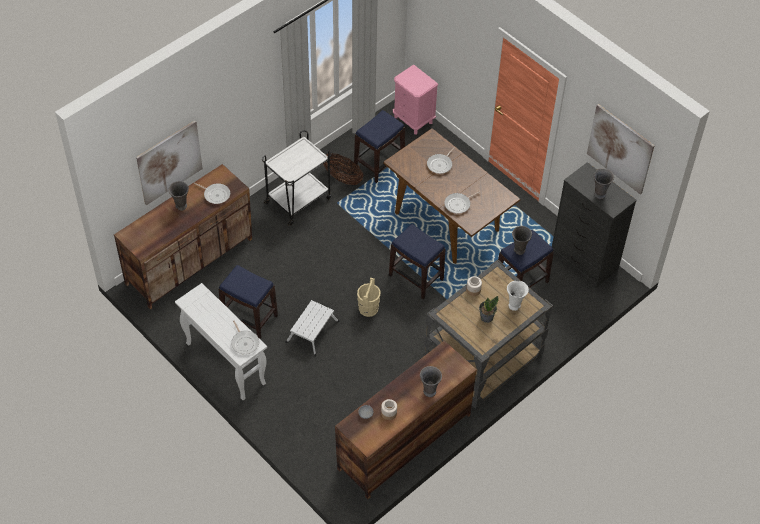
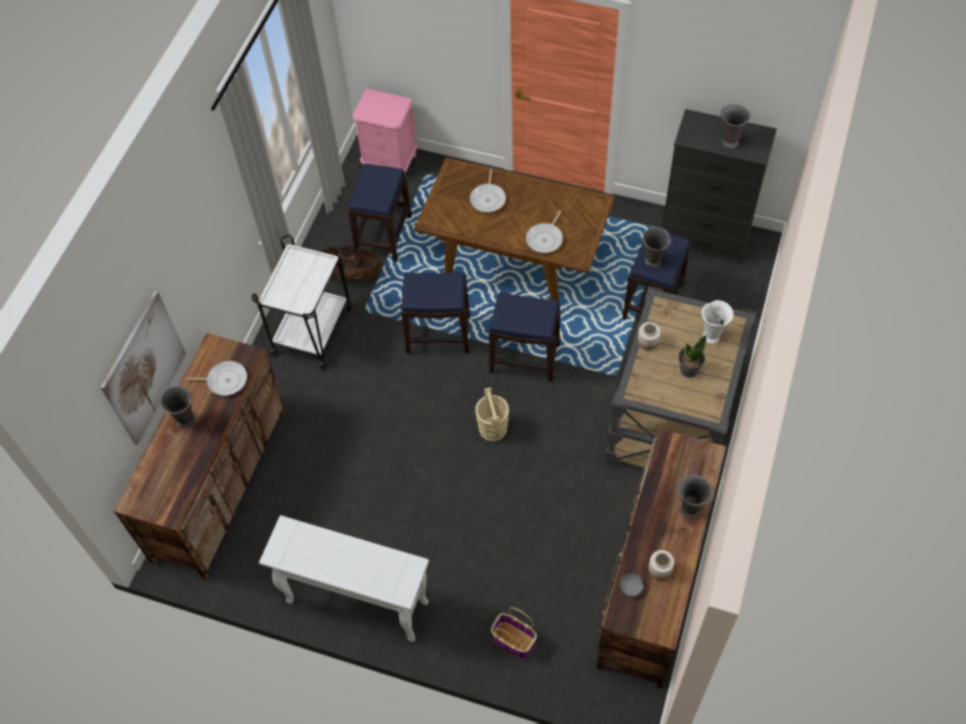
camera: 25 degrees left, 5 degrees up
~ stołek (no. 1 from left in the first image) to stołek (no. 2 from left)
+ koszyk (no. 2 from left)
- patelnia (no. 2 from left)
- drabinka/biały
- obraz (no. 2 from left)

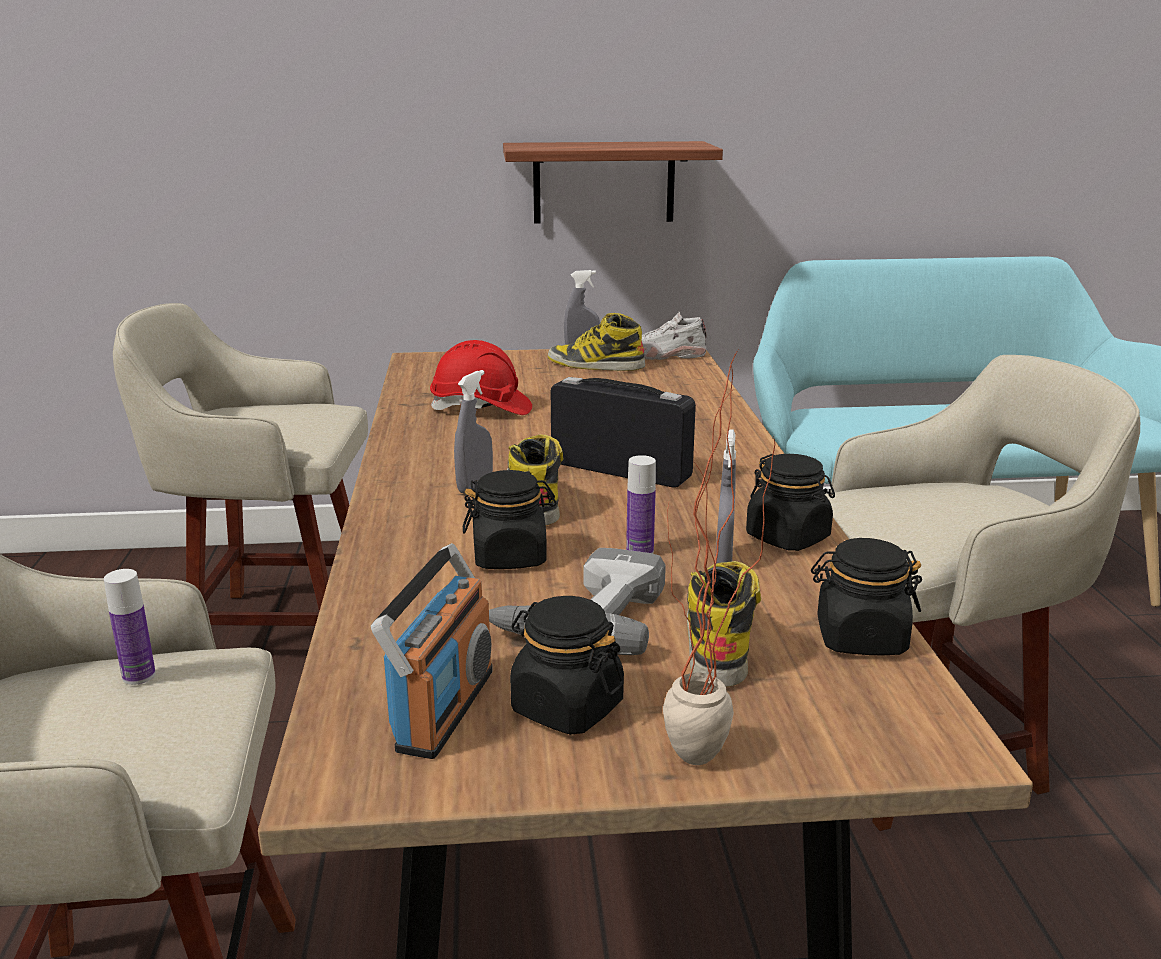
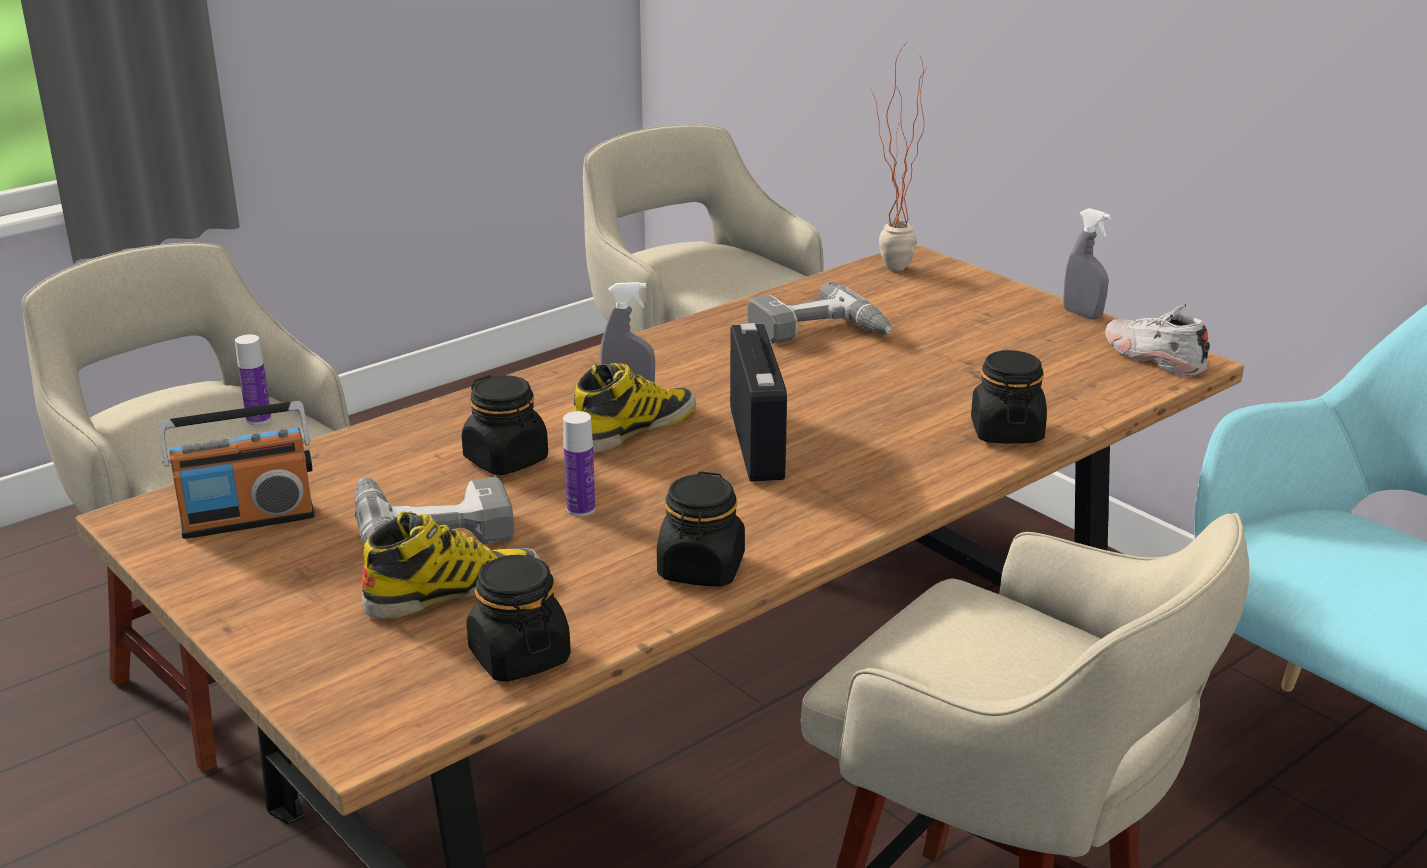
camera: 55 degrees right, 5 degrees up
~ kask/czerwony to wiertarka (no. 2 from left)
~ roślina doniczkowa
~ słoik/czarny (no. 2 from left in the first image) to słoik/czarny (no. 4 from left)
- półka
- but z cholewką (no. 2 from left)
- spryskiwacz/szary (no. 3 from left)

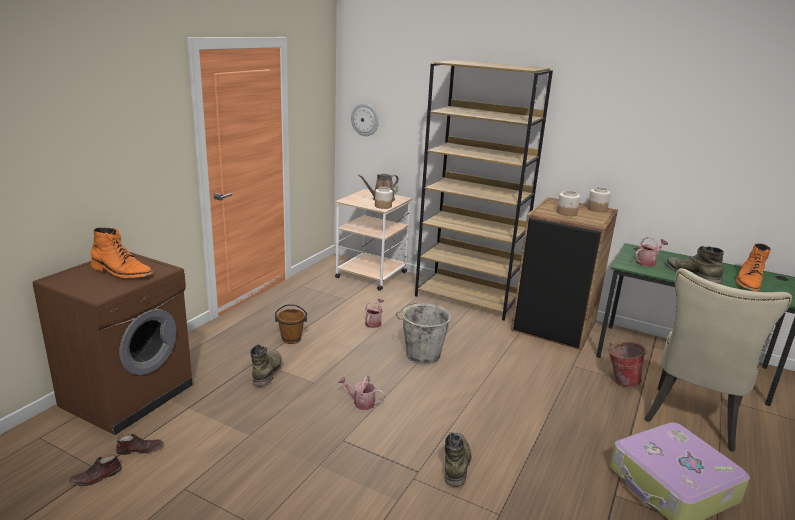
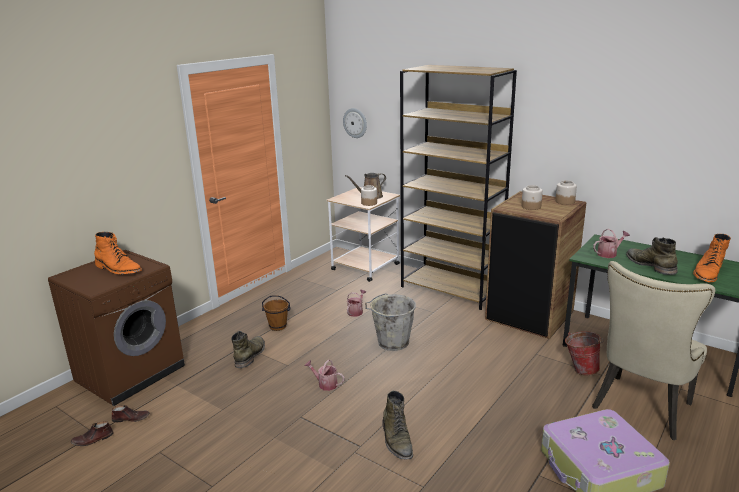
camera: 10 degrees right, 0 degrees up
~ but z cholewką/zielony (no. 2 from left) 150 degrees clockwise

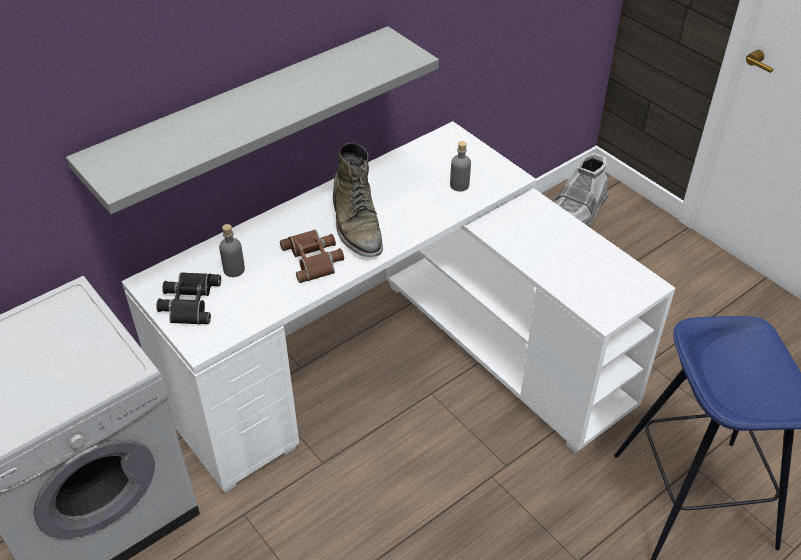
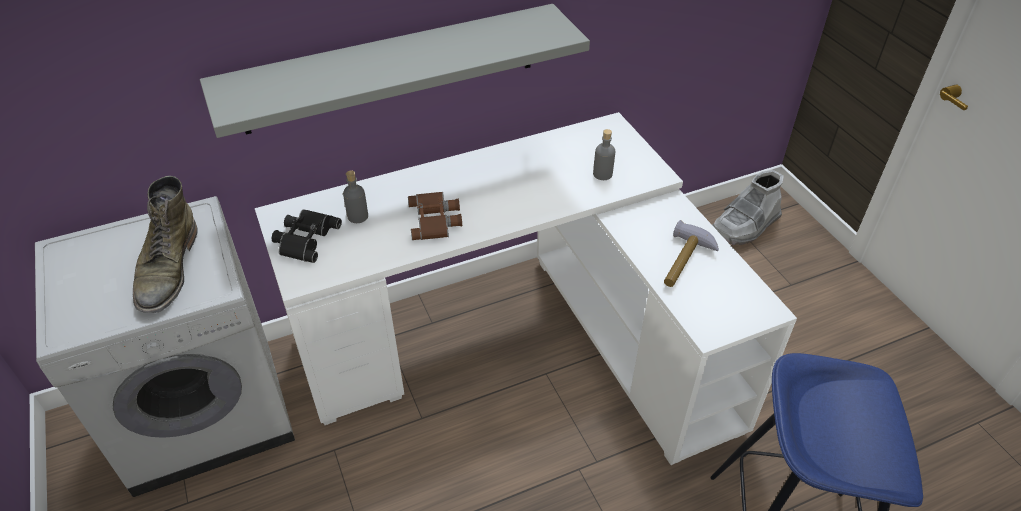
camera: 15 degrees right, 0 degrees up
~ but z cholewką/zielony
+ młotek

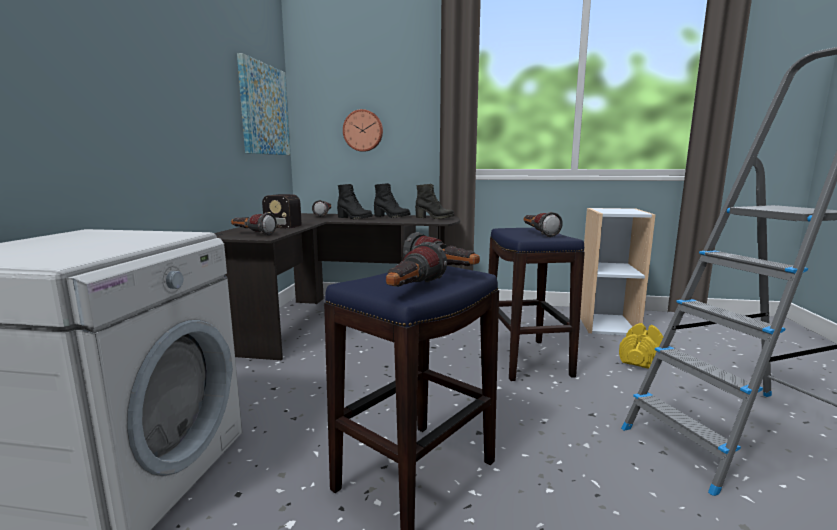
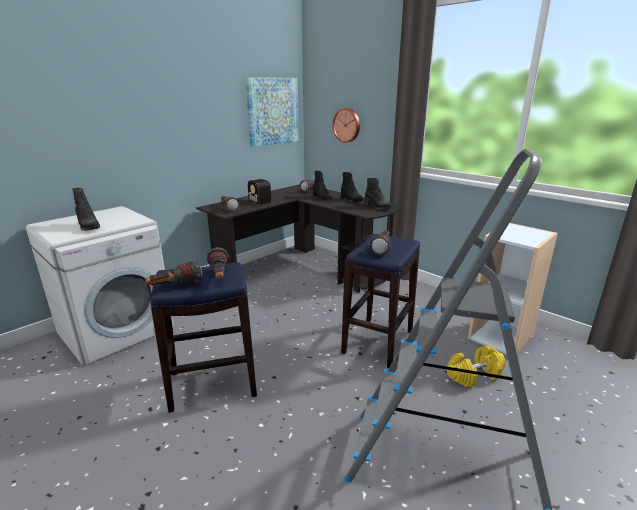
camera: 35 degrees right, 10 degrees up
+ but z cholewką/czarny (no. 1 from left)

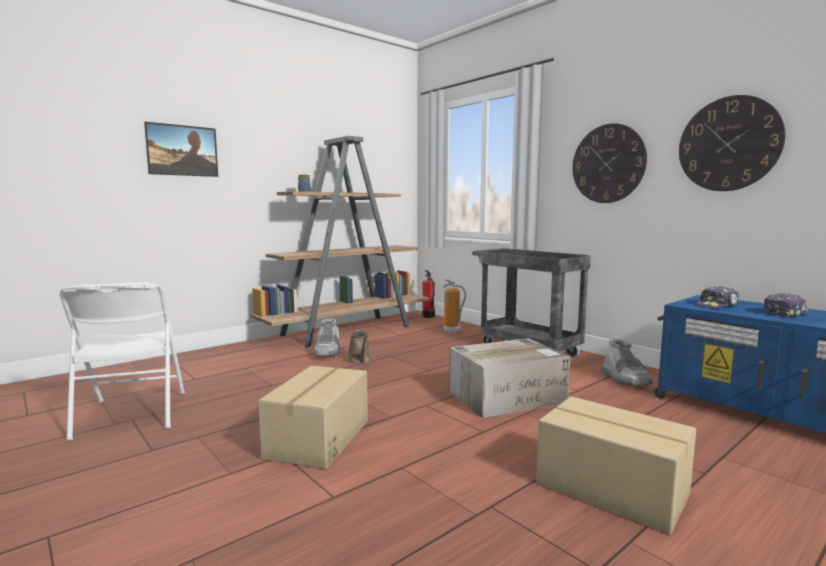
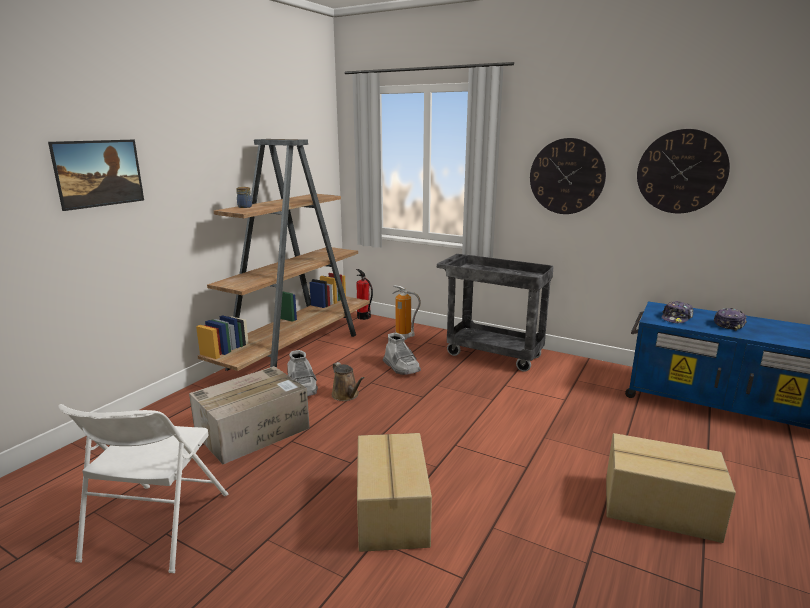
camera: 20 degrees left, 10 degrees up
~ krzesło/biały 45 degrees clockwise
~ karton (no. 2 from left in the first image) to karton (no. 1 from left)
~ but z cholewką/szary (no. 2 from left)

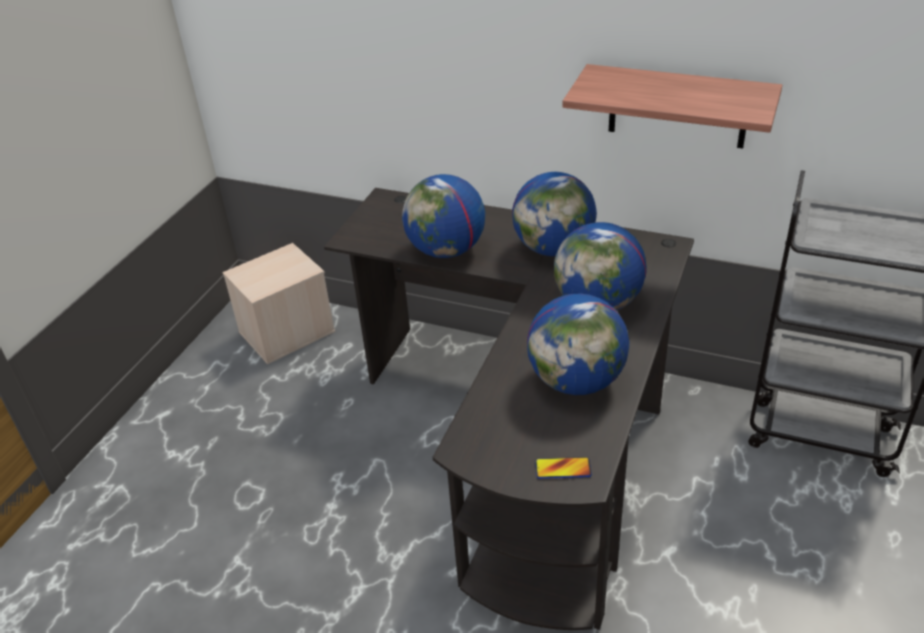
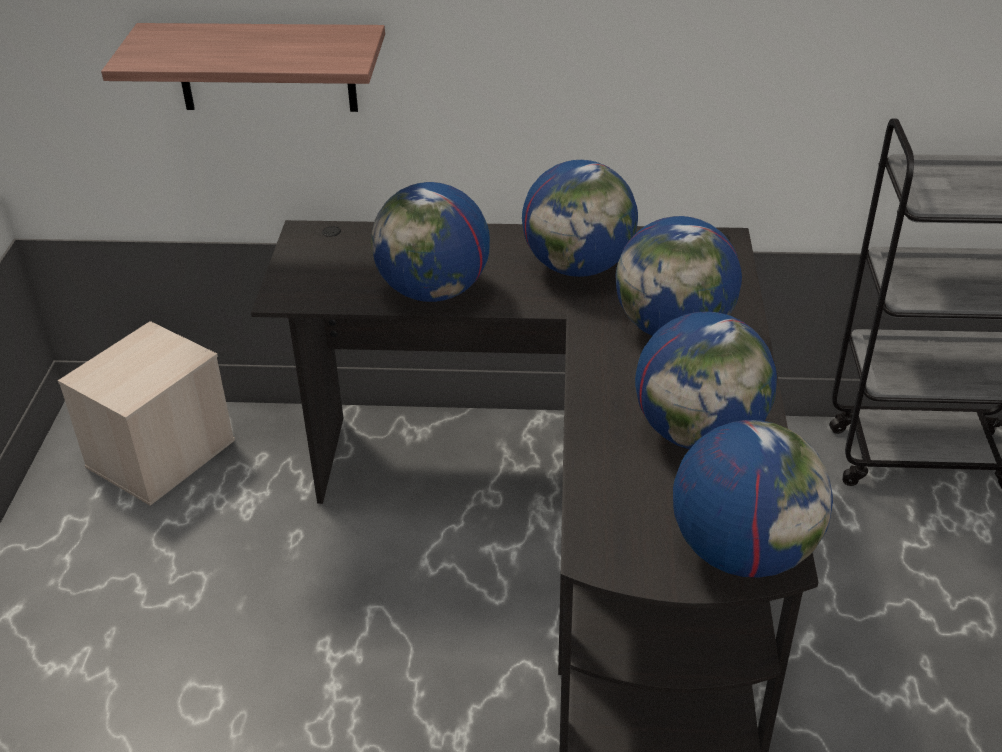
camera: 20 degrees left, 0 degrees up
~ półka
~ telefon to globus (no. 5 from left)

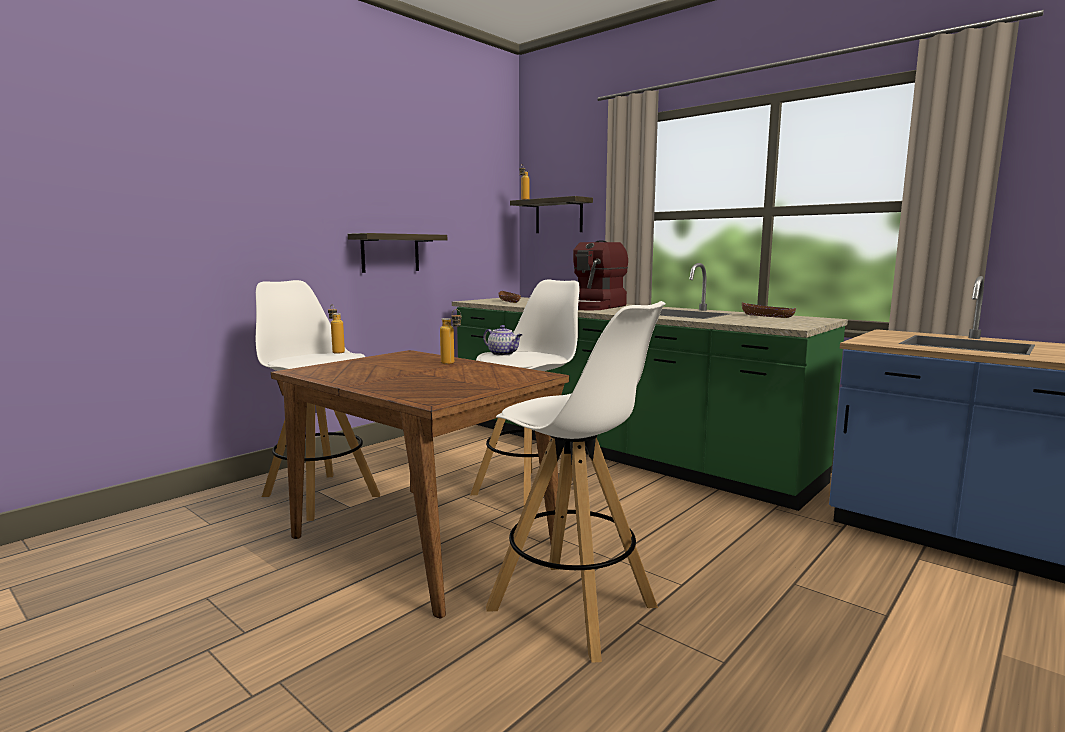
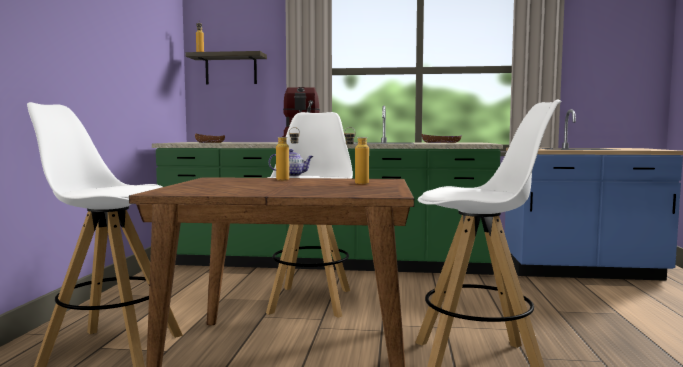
camera: 35 degrees left, 5 degrees down
~ butelka (no. 1 from left in the first image) to butelka (no. 3 from left)
- półka (no. 1 from left)

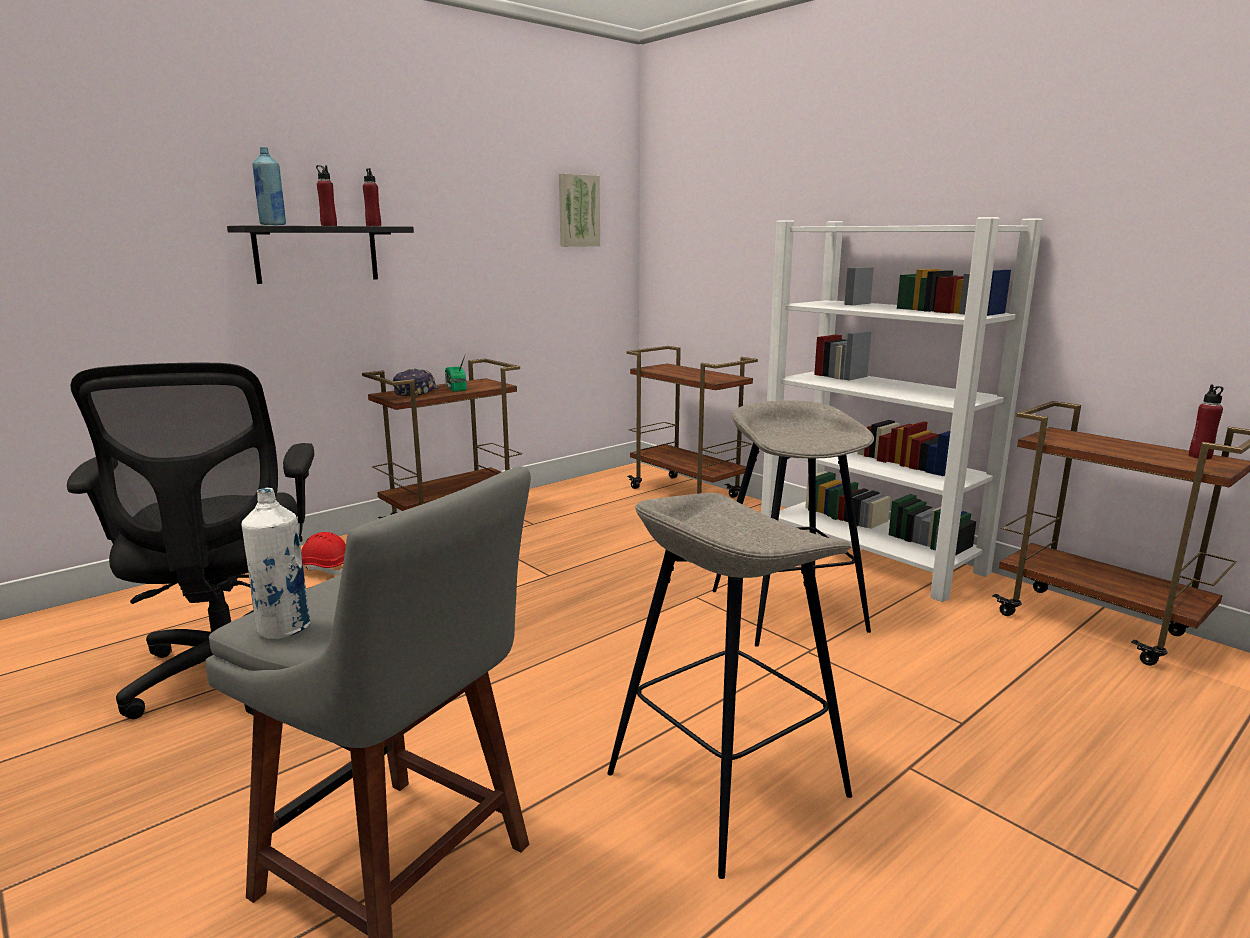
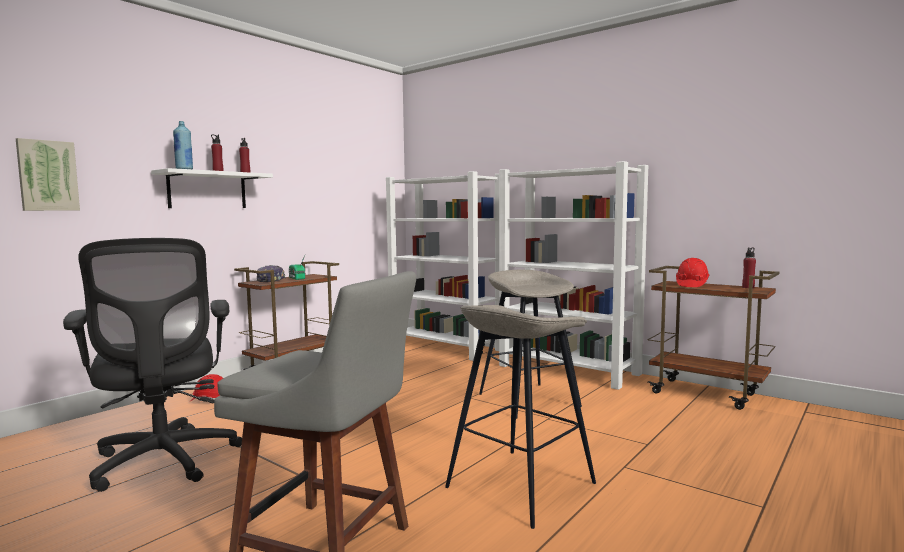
camera: 10 degrees left, 10 degrees down
~ obraz
~ półka/czarny to półka/biały
~ wózek/brązowy (no. 2 from left) to regał/biały (no. 1 from left)
+ kask/czerwony (no. 2 from left)
- butelka/biały

